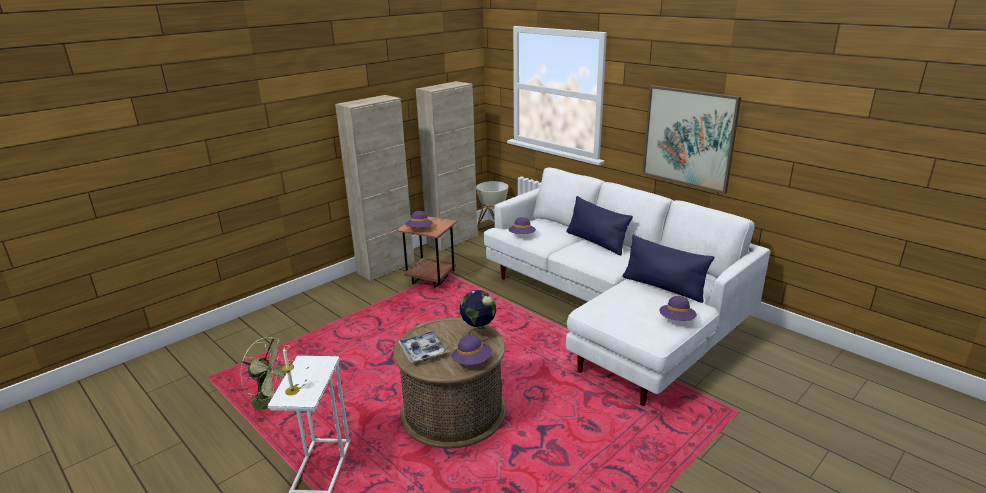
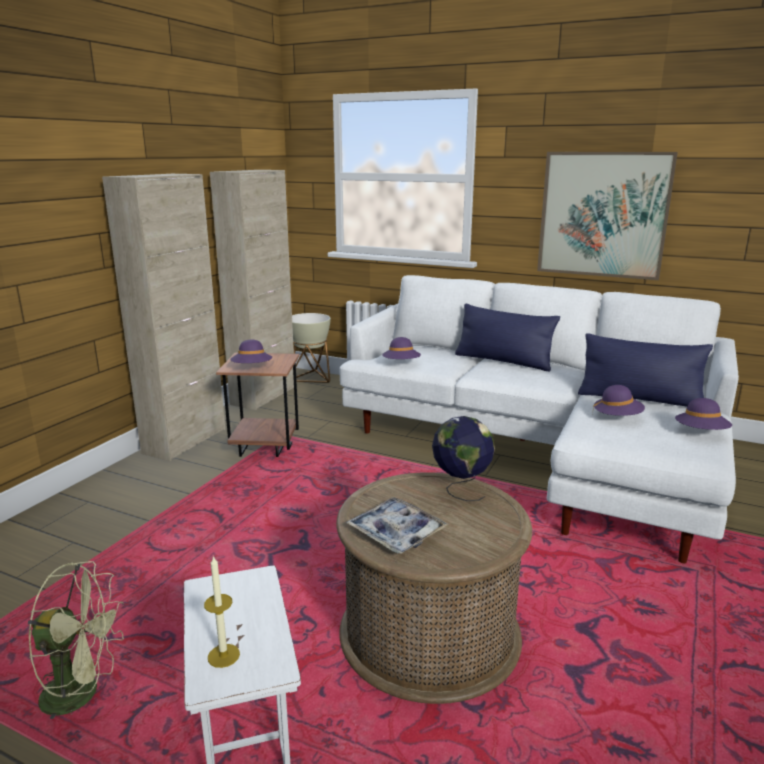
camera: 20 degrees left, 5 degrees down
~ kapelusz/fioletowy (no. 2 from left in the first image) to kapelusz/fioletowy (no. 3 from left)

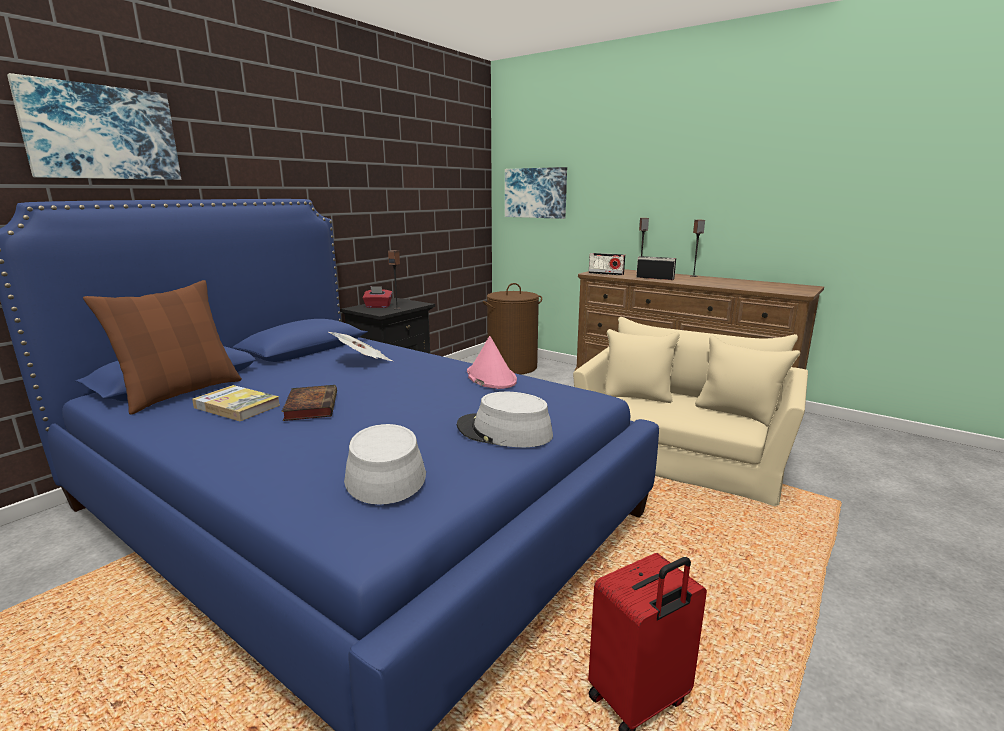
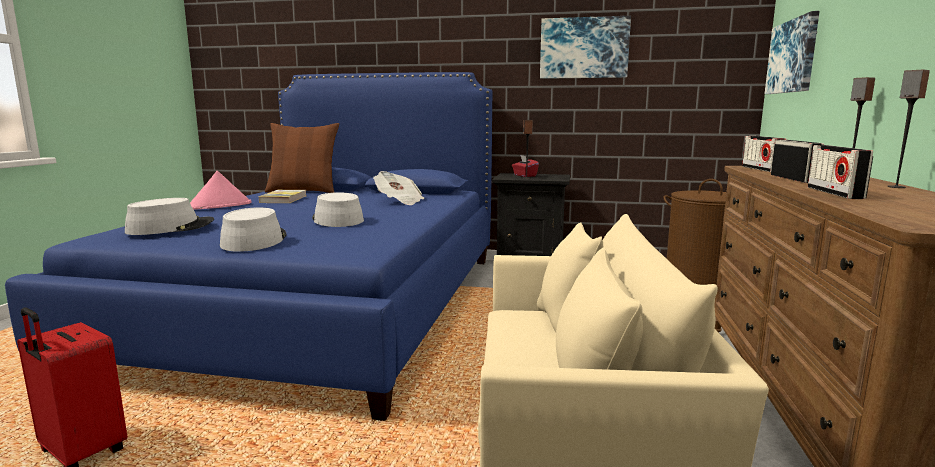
camera: 65 degrees right, 5 degrees down
~ kapelusz/różowy
+ kapelusz/szary (no. 3 from left)
~ obraz (no. 1 from left)
+ radio (no. 3 from left)
- książka (no. 2 from left)

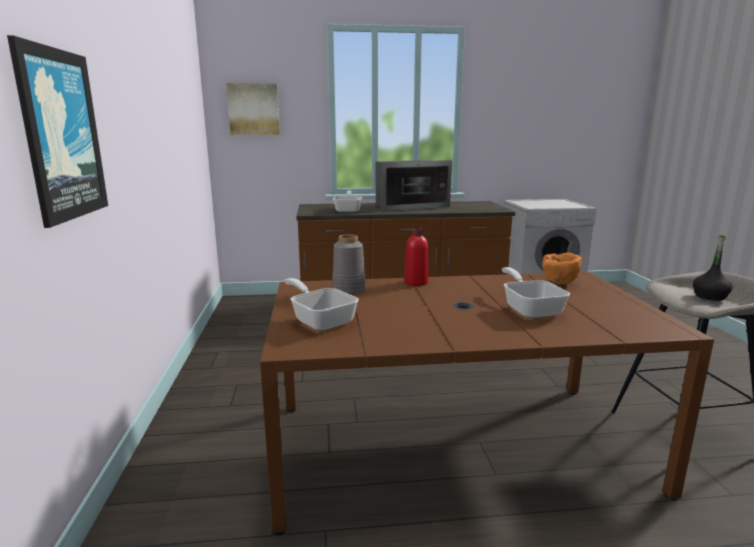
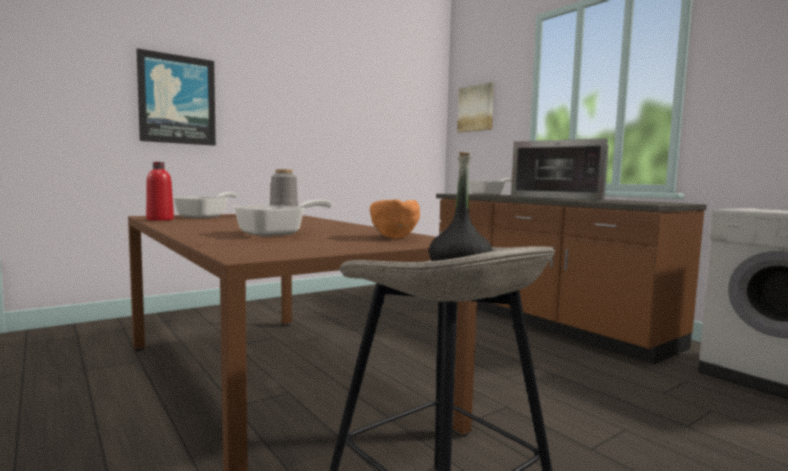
camera: 60 degrees right, 10 degrees down
~ butelka/czerwony

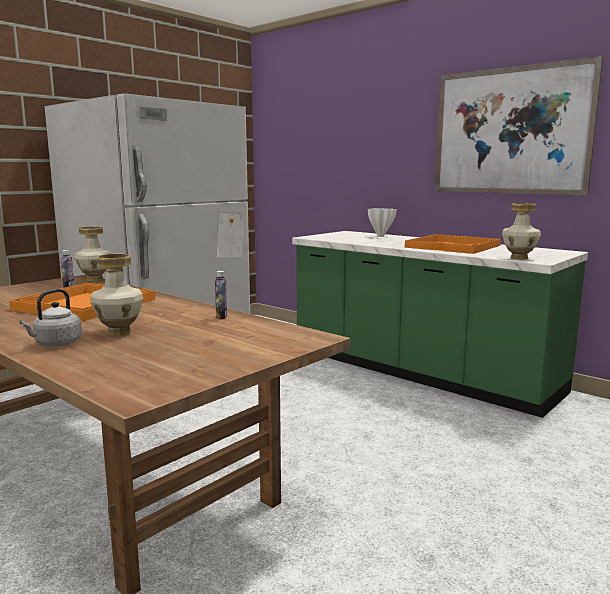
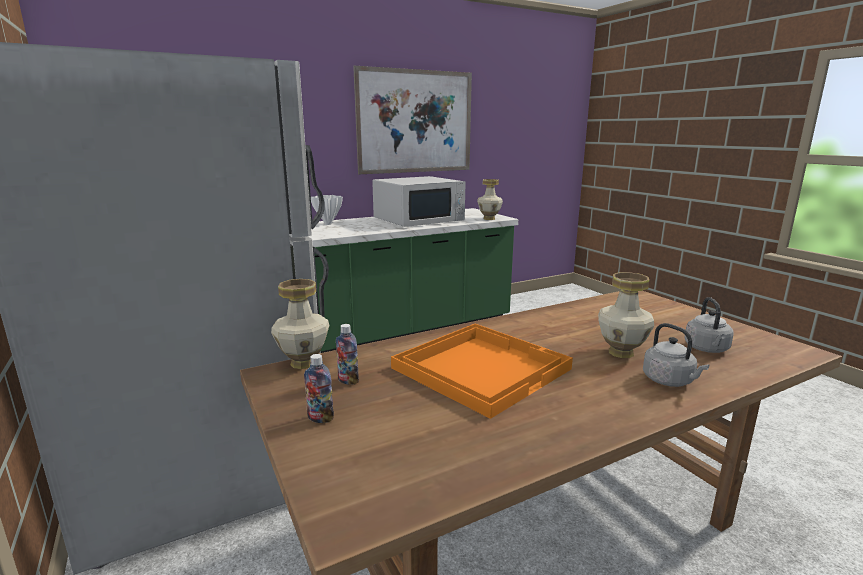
camera: 70 degrees left, 5 degrees up
~ butelka (no. 2 from left in the first image) to butelka (no. 1 from left)
~ taca/pomarańczowy (no. 2 from left) to mikrofalówka/biały
+ czajnik/szary (no. 2 from left)

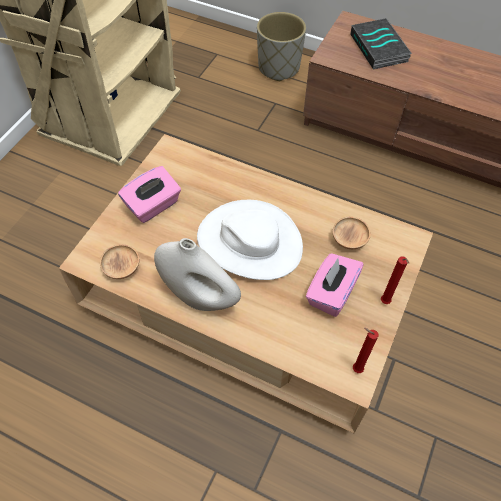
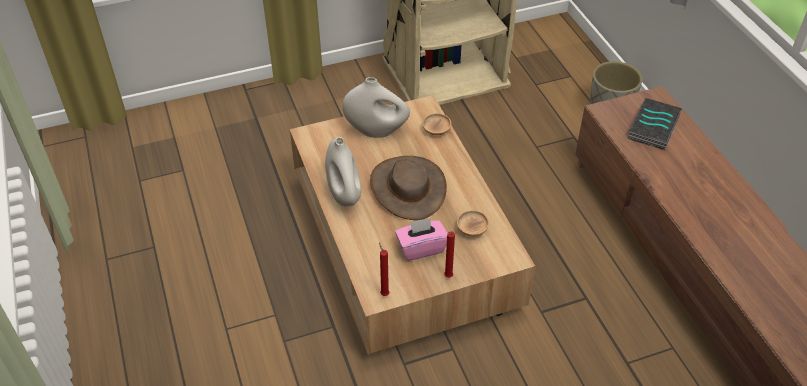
camera: 45 degrees right, 10 degrees down
~ pudełko chusteczek/różowy (no. 1 from left) to wazon/biały (no. 2 from left)
~ kapelusz/biały to kapelusz/brązowy
~ miska/brązowy (no. 1 from left)

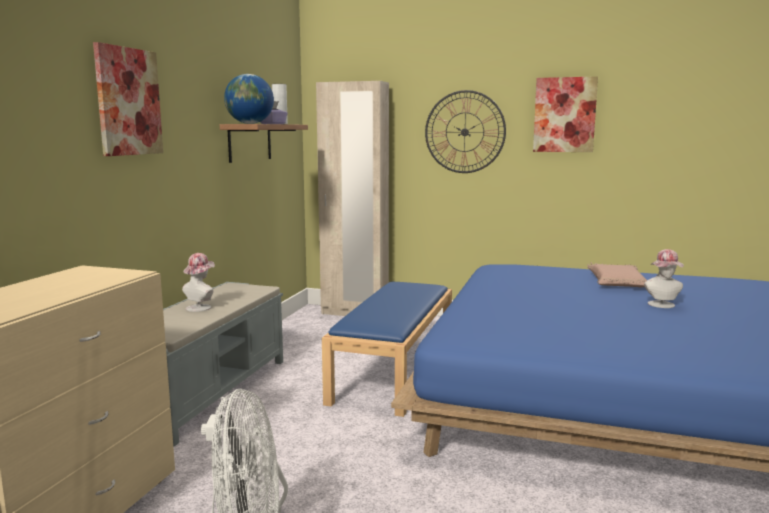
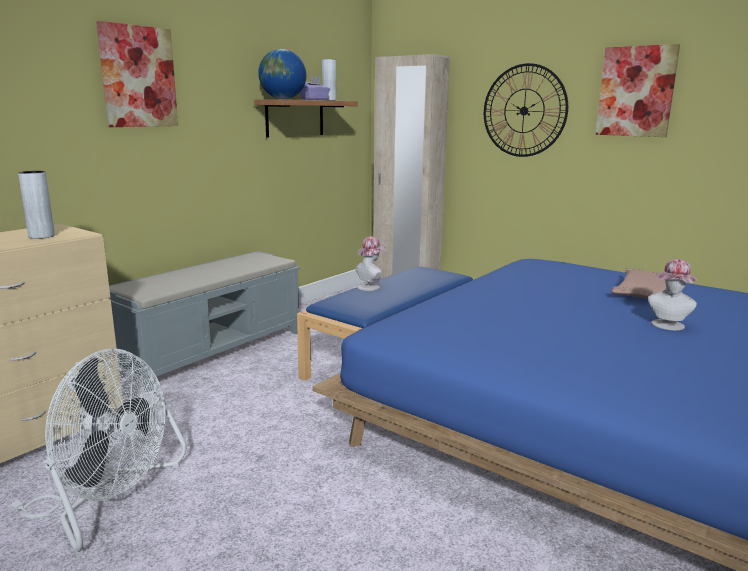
camera: 20 degrees right, 5 degrees up
+ wazon/szary (no. 1 from left)
~ kapelusz (no. 1 from left)

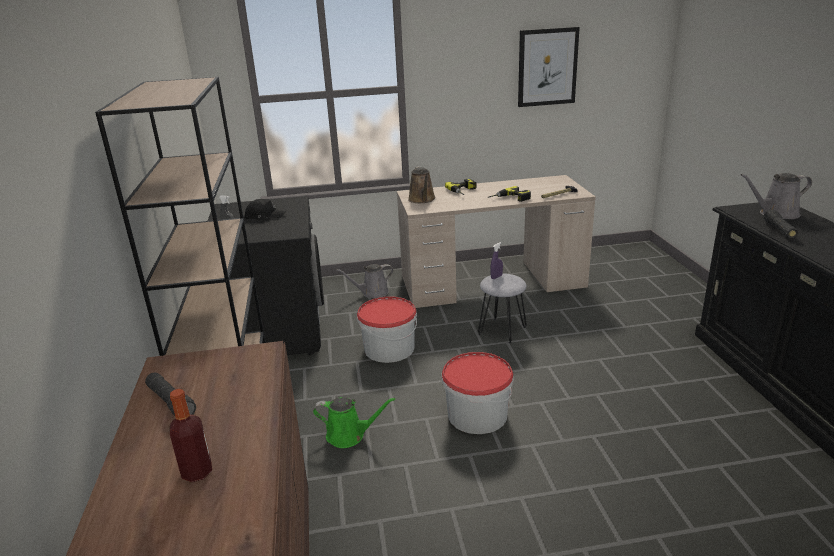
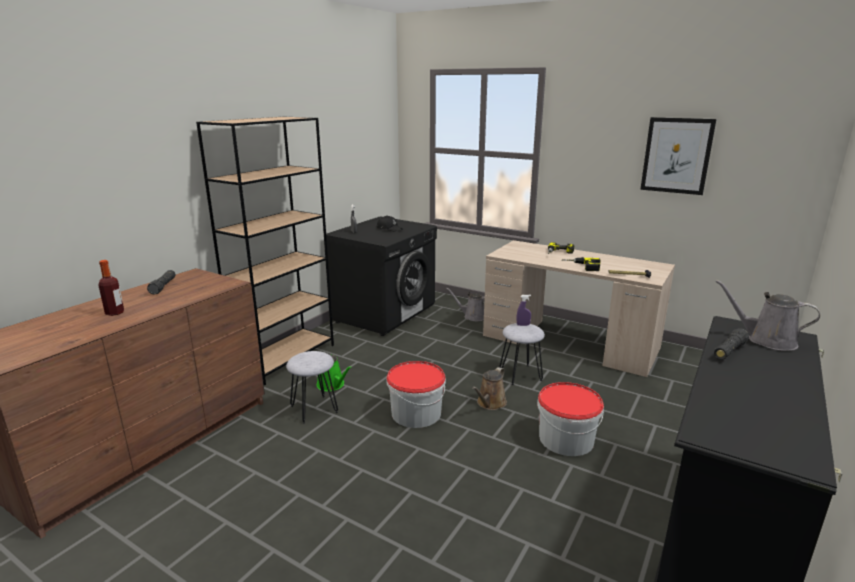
camera: 40 degrees right, 5 degrees down
+ stołek/szary (no. 1 from left)
~ konewka/brązowy
~ wiadro (no. 1 from left in the first image) to wiadro (no. 2 from left)

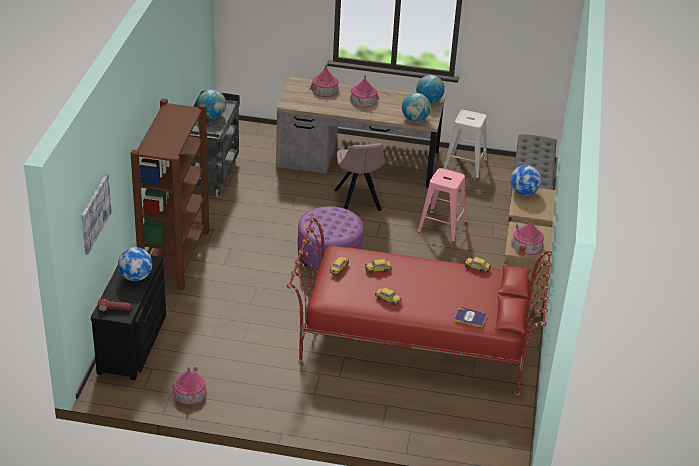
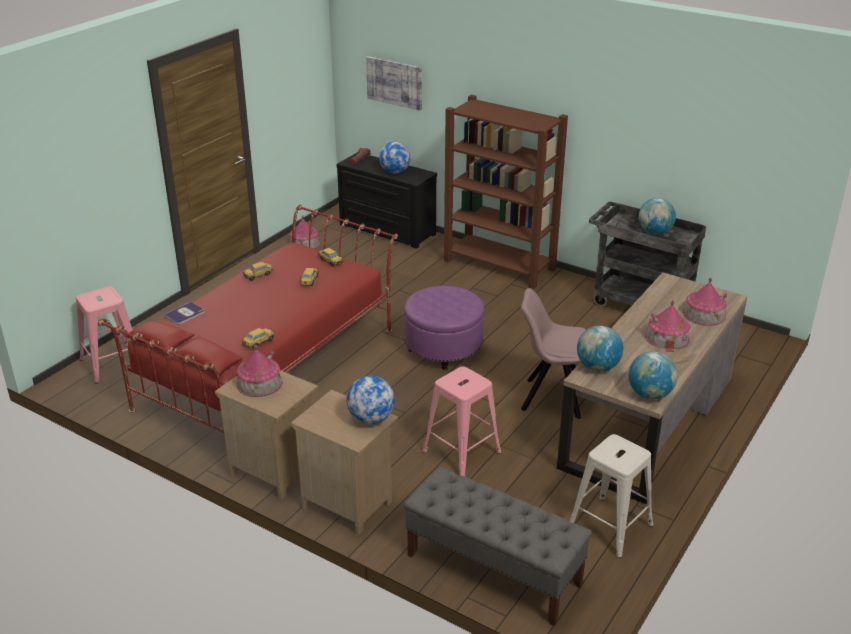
camera: 115 degrees right, 5 degrees down
+ stołek/różowy (no. 1 from left)

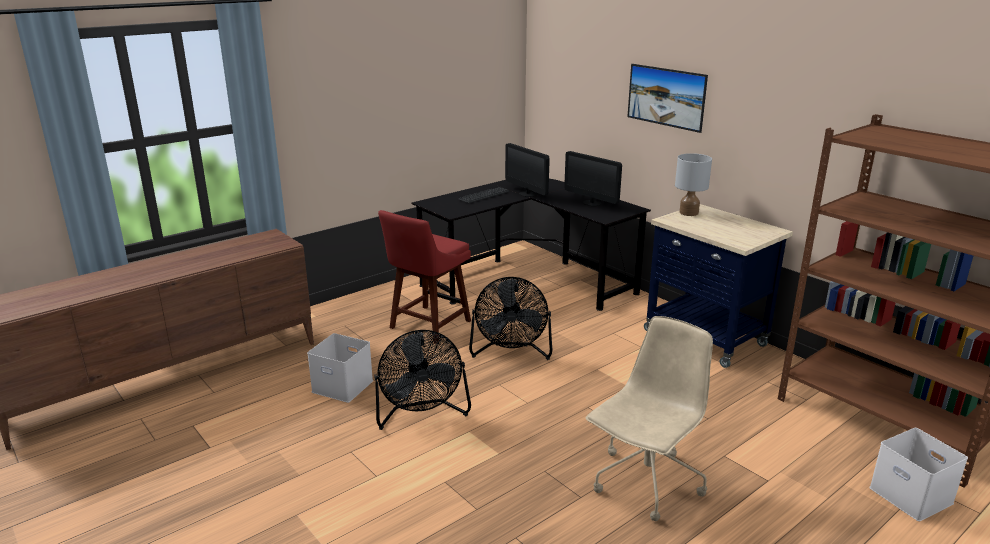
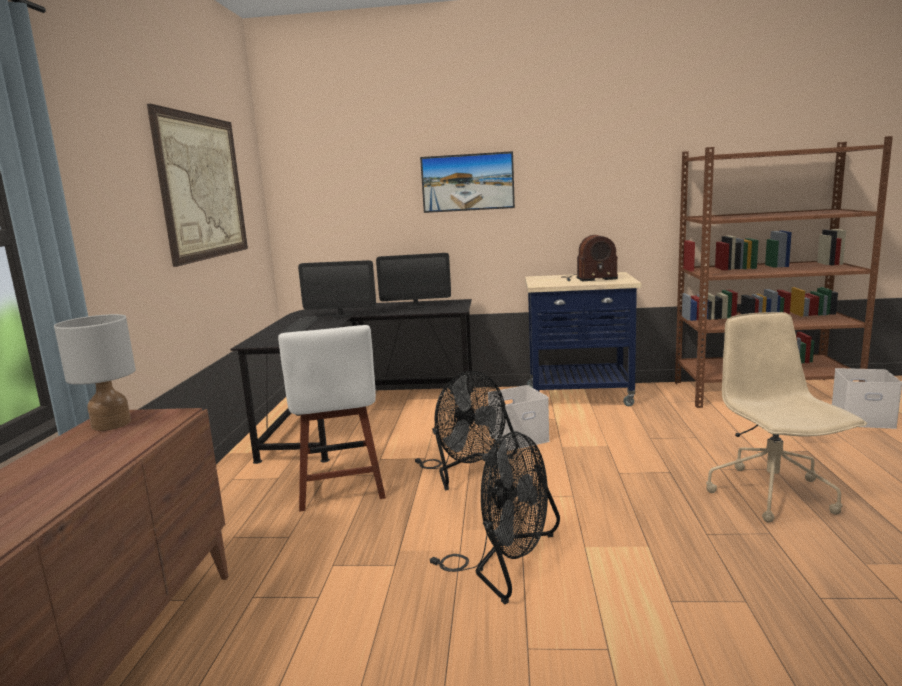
camera: 45 degrees left, 10 degrees down
~ lampa stołowa/szary
+ obraz (no. 1 from left)
~ stołek/czerwony to stołek/biały
~ pojemnik do przechowywania/biały (no. 1 from left)
+ radio

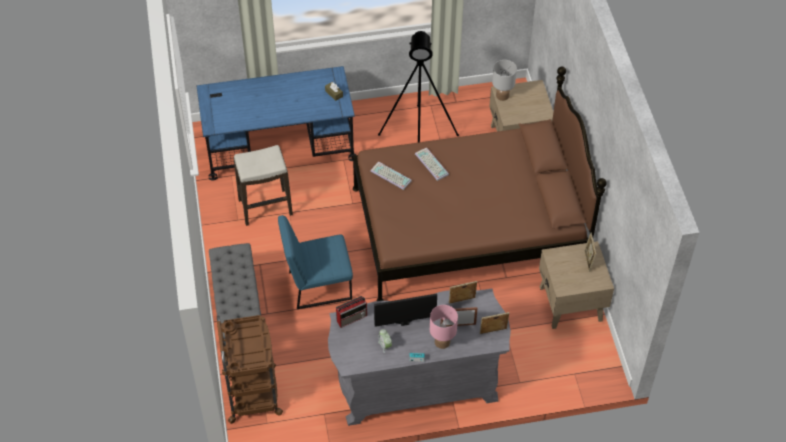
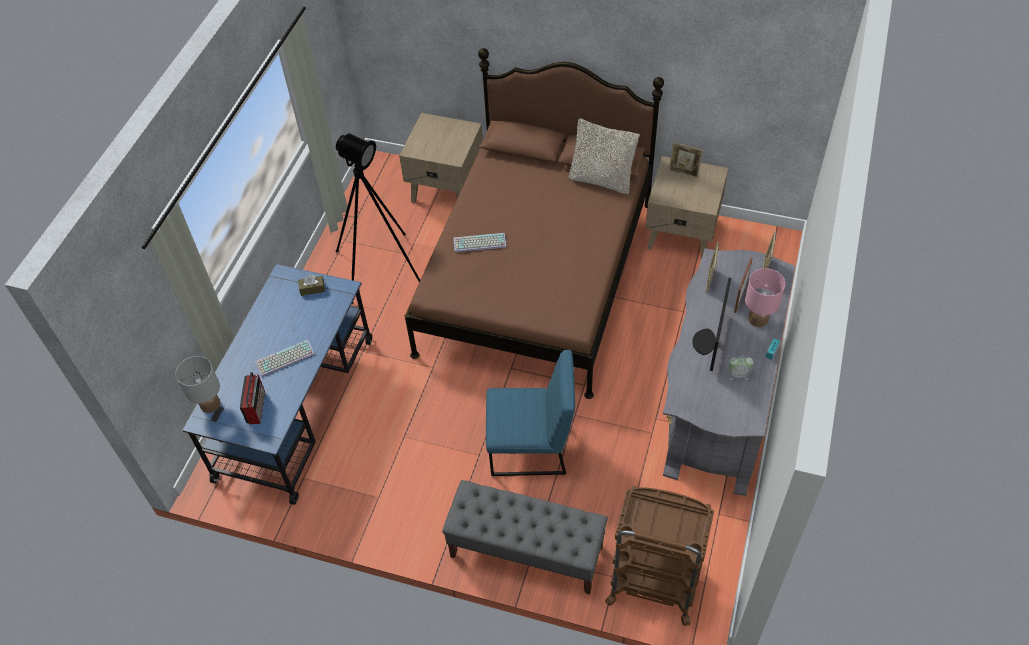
camera: 60 degrees left, 0 degrees up
~ lampa stołowa/szary
~ radio (no. 1 from left)
~ klawiatura (no. 1 from left)
~ krzesło/niebieski 105 degrees counterclockwise
+ poduszka/beżowy
- stołek

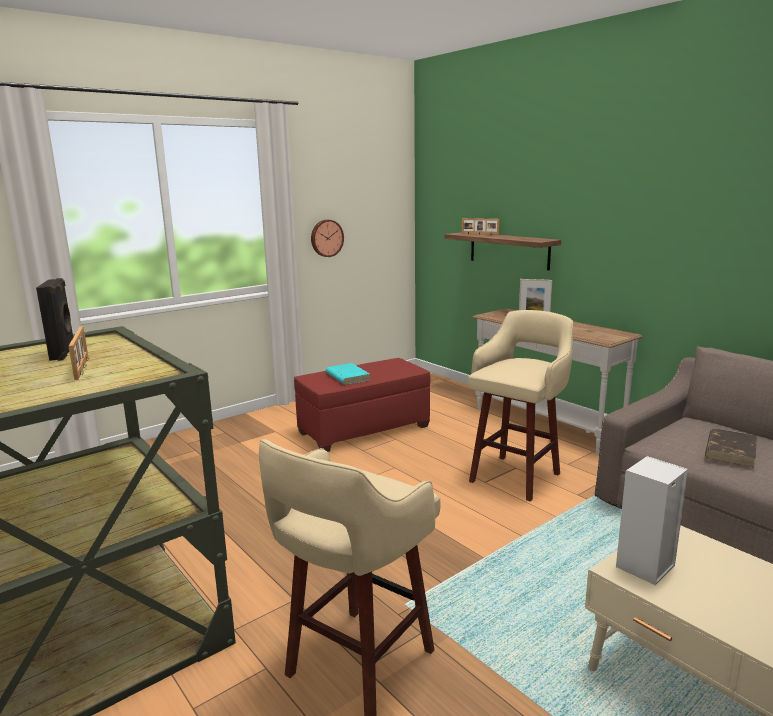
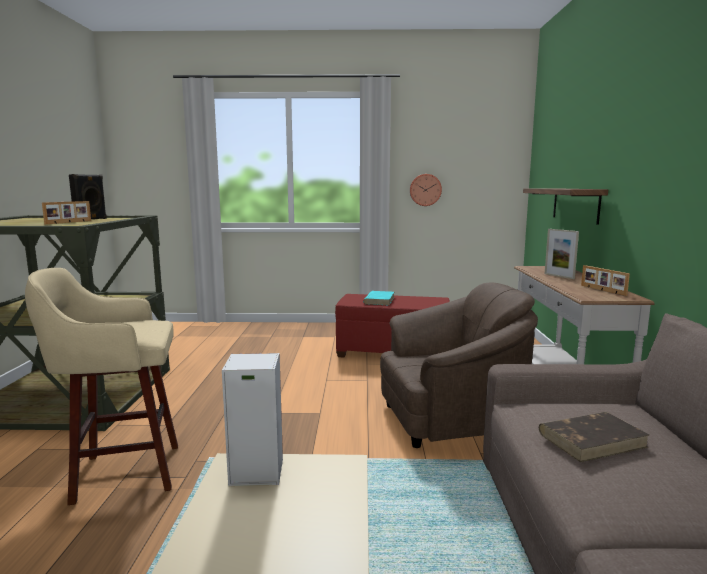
camera: 40 degrees right, 5 degrees down
~ stołek/beżowy (no. 2 from left) to fotel/brązowy
~ ramka na zdjęcie (no. 2 from left in the first image) to ramka na zdjęcie (no. 3 from left)

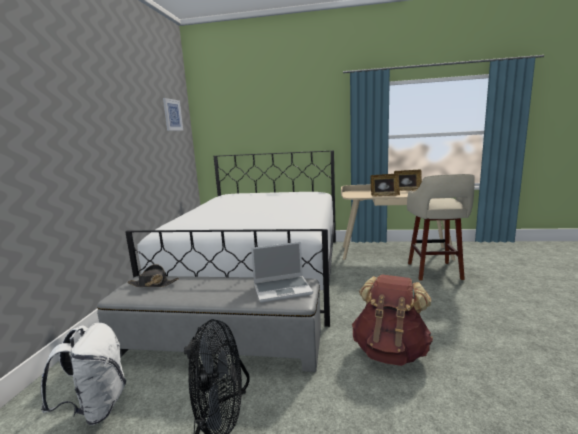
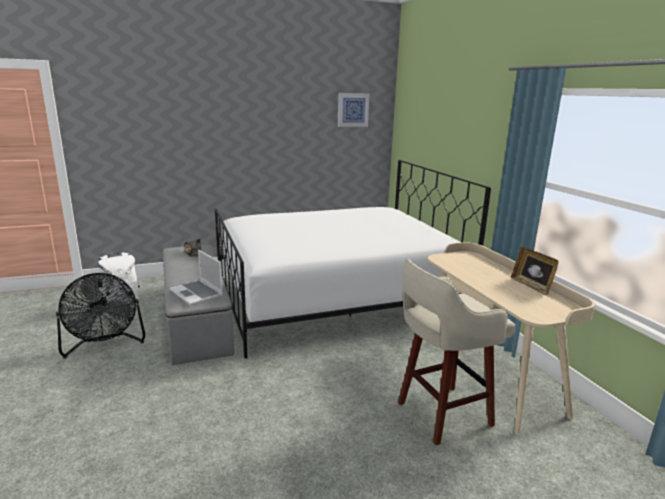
camera: 60 degrees right, 5 degrees up
- plecak/brązowy
- ramka na zdjęcie (no. 1 from left)

